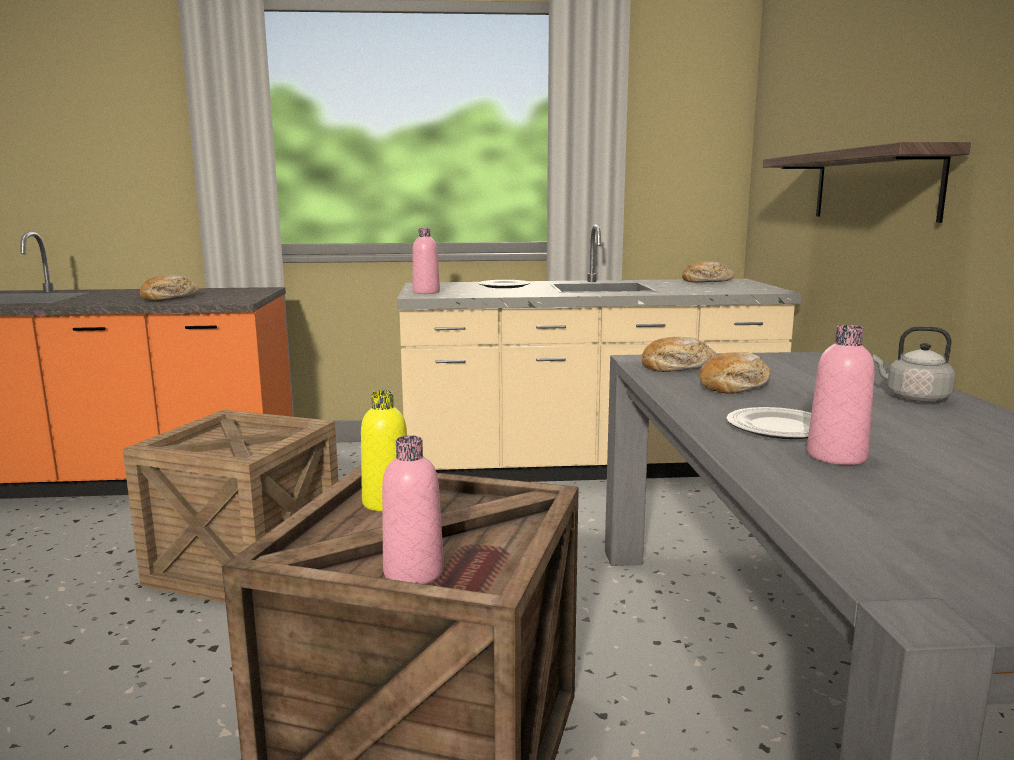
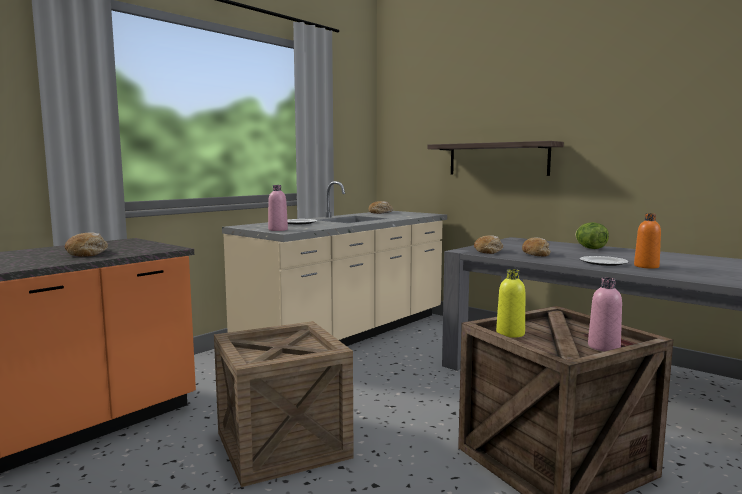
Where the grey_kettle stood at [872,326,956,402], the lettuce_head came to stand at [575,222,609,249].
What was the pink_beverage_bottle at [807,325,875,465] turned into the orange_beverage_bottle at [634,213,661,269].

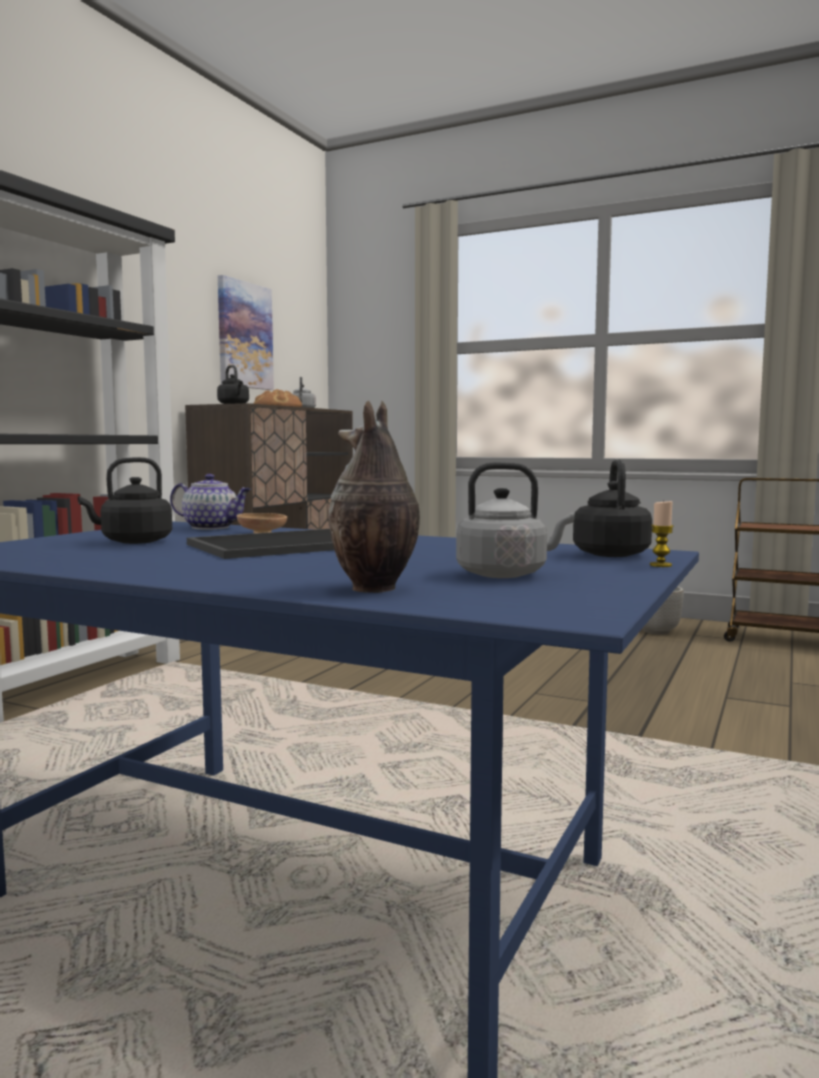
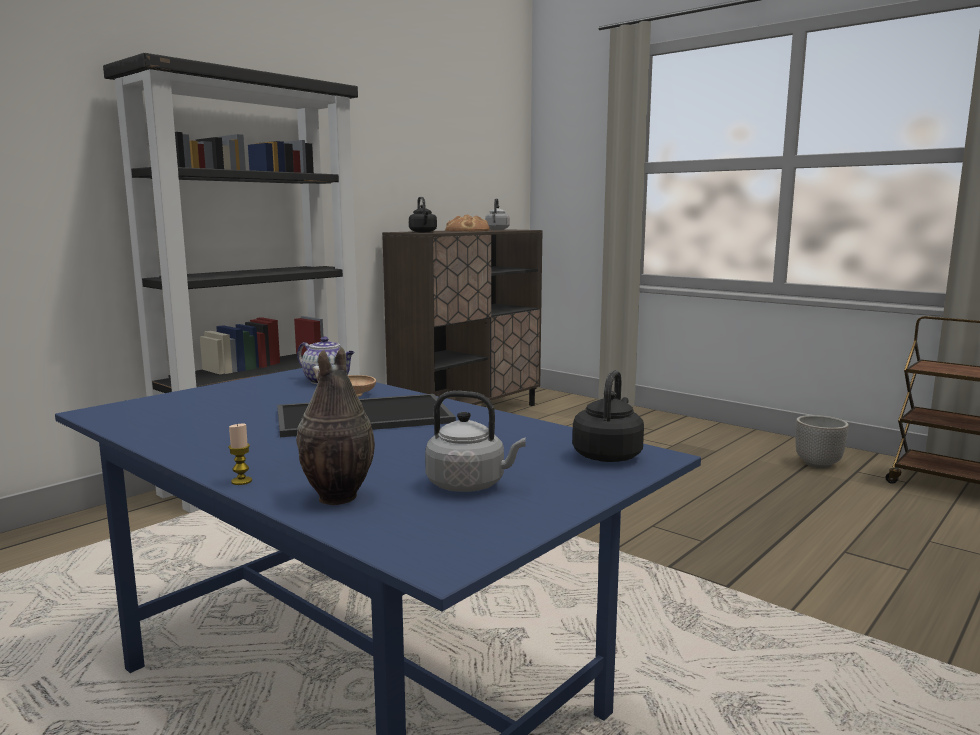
The second view lost the blackish_kettle at [78,457,172,544].
The second view lost the wall_art at [218,275,274,390].
The candle ended up elsewhere, having gone from [650,500,674,567] to [228,423,252,485].

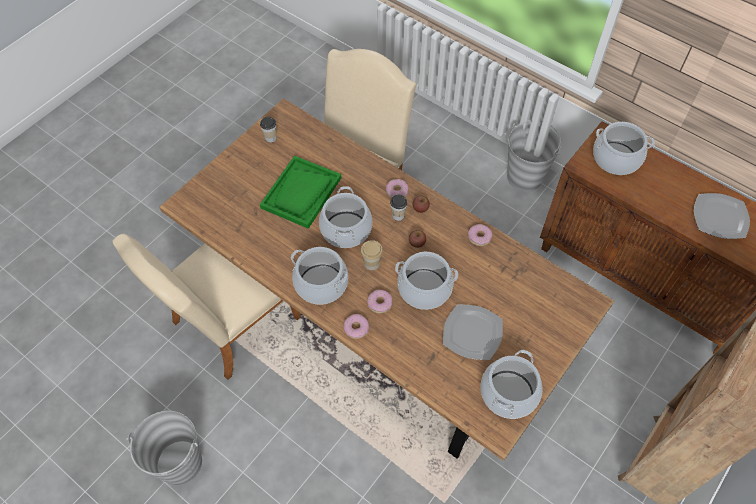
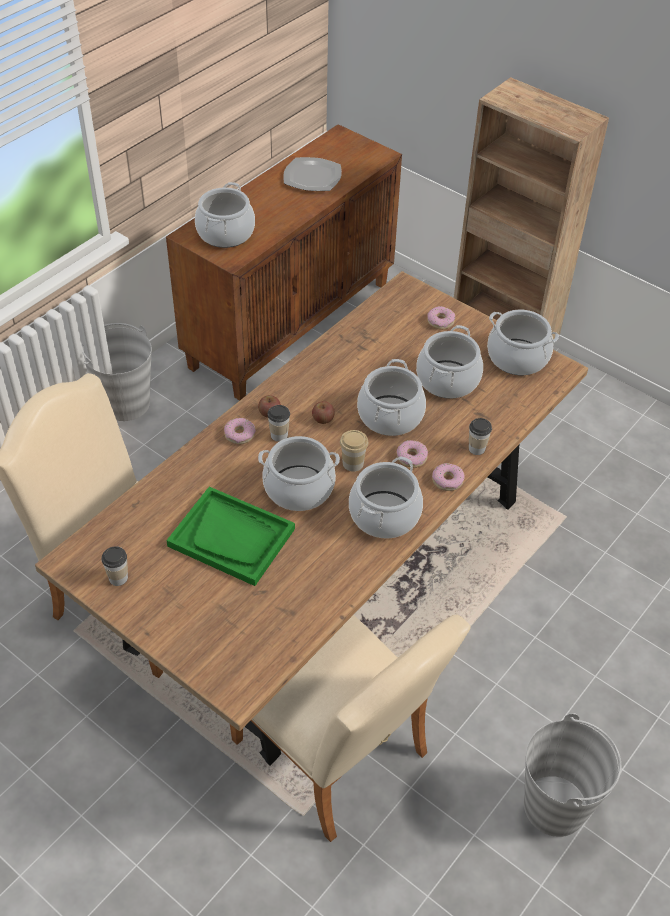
The second view gained the cup at [469,418,492,455].
The ring_doughnut ended up elsewhere, having gone from [468,224,492,246] to [427,306,455,330].
Where the dinner_plate stood at [443,304,503,360], the stockpot came to stand at [416,325,483,399].

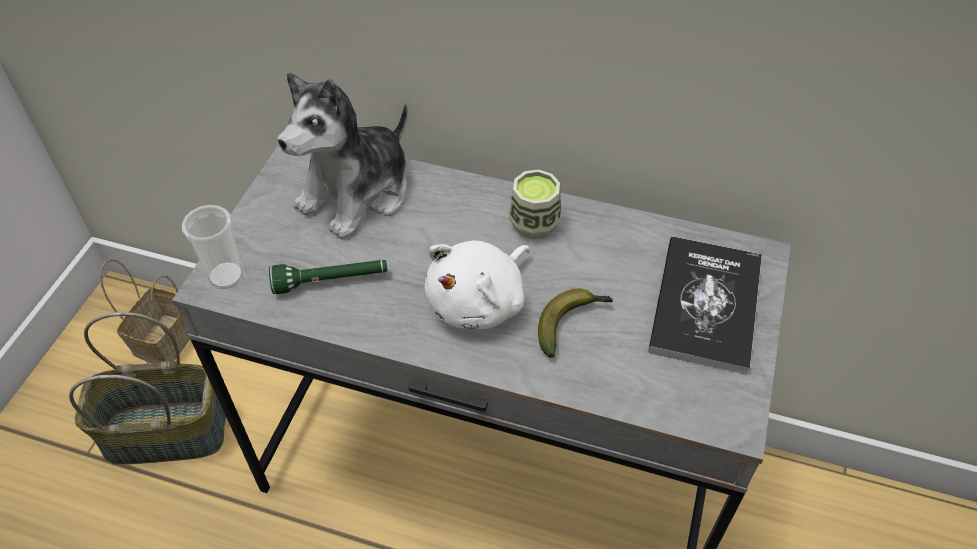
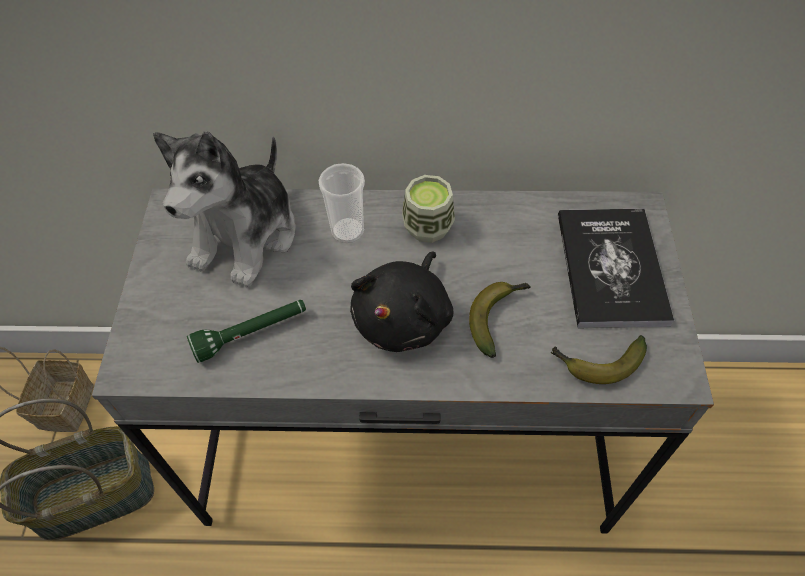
The second view gained the banana_fruit at [550,335,647,384].
The cup ended up elsewhere, having gone from [182,205,244,289] to [318,163,365,243].
What was the white_plush_toy at [425,240,530,329] turned into the blackish_plush_toy at [350,252,453,352].

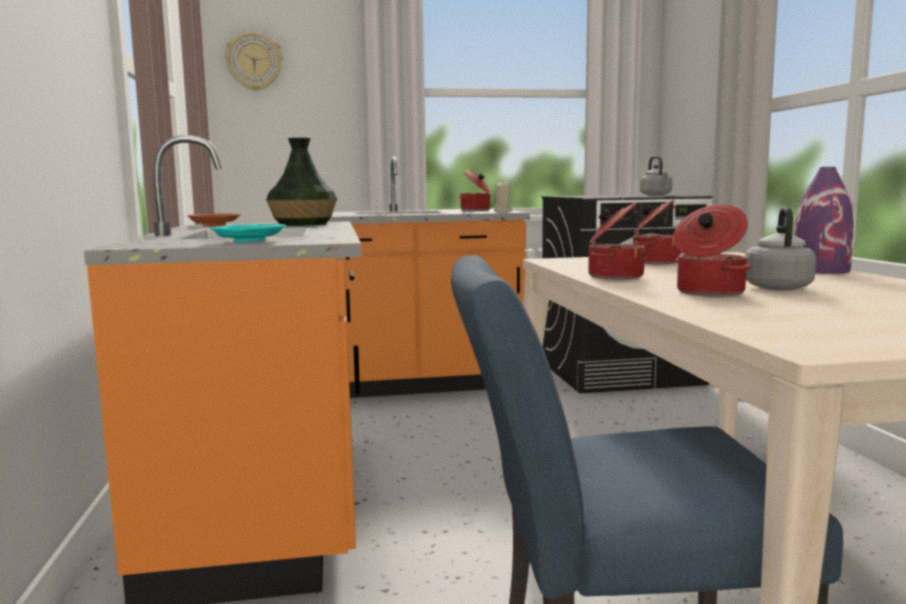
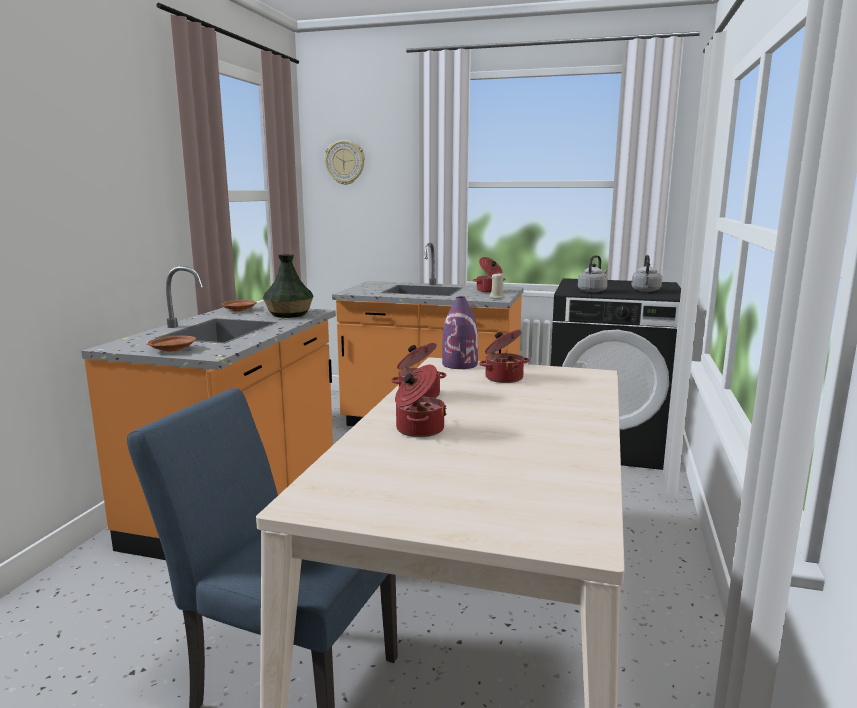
The grey_kettle ended up elsewhere, having gone from [745,207,816,290] to [578,255,608,292].
The purplish_decorative_vase ended up elsewhere, having gone from [793,167,854,274] to [442,297,478,369].
What was the blue-green_dinner_plate at [211,224,286,242] turned into the brown-coloured_dinner_plate at [147,335,196,351].

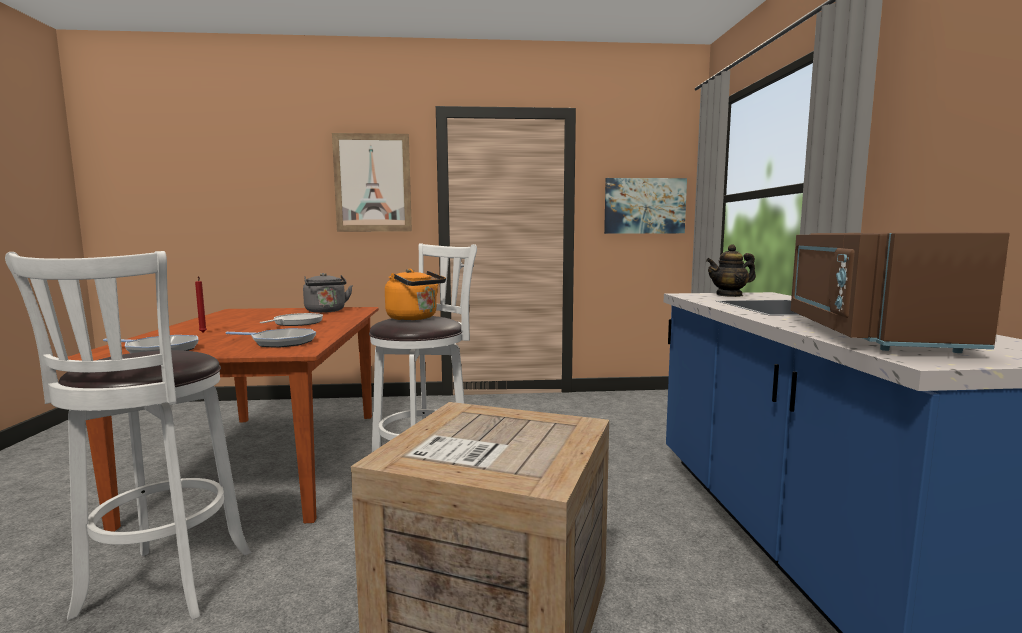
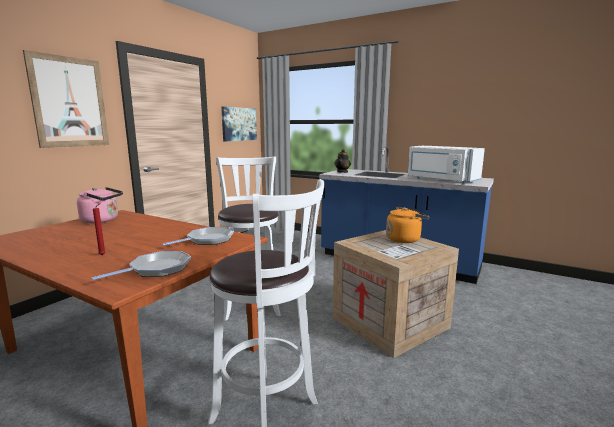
The second view lost the skillet at [260,313,323,326].
The orange_kettle ended up elsewhere, having gone from [385,269,446,320] to [386,207,430,243].
What was the grey_kettle at [303,273,353,313] turned into the pink_kettle at [77,187,123,223].
What was the brown-coloured_kitchen_microwave at [791,232,1010,353] turned into the white_kitchen_microwave at [408,146,485,184].

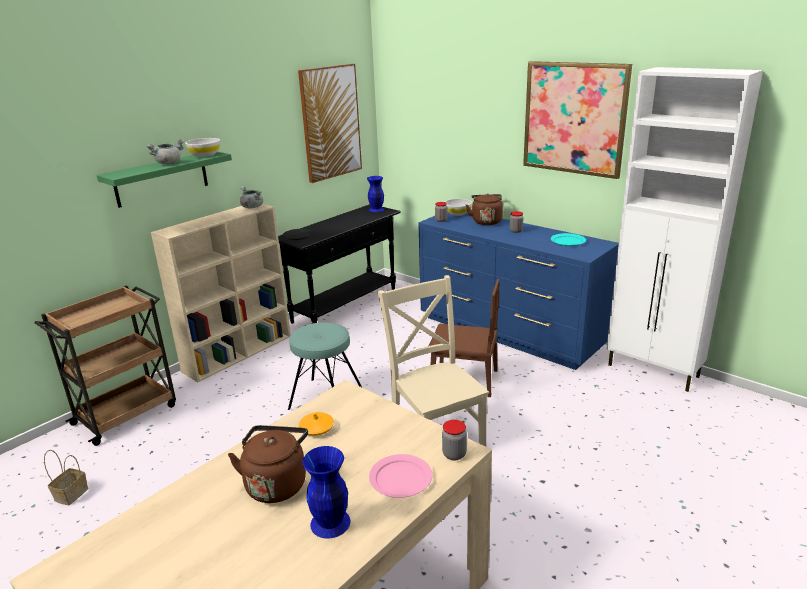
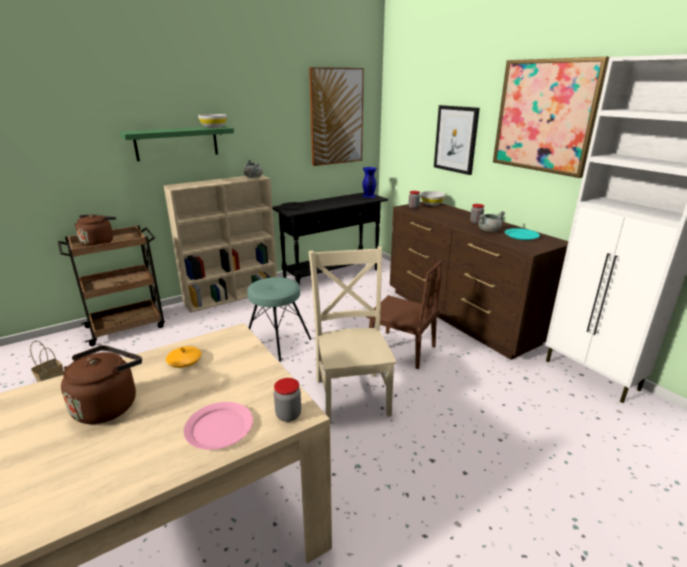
The second view lost the blue_decorative_vase at [302,446,350,539].
The second view gained the wall_art at [434,105,480,175].
The grey_stockpot ended up elsewhere, having gone from [146,139,184,164] to [478,211,505,232].
The brown-coloured_kettle ended up elsewhere, having gone from [466,193,503,225] to [74,214,116,246].
What was the blue_chest_of_drawers at [418,212,619,370] turned into the brown-coloured_chest_of_drawers at [390,202,568,360].

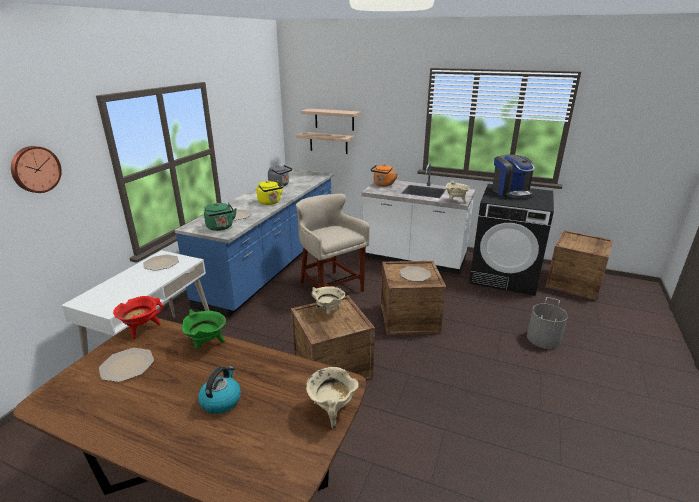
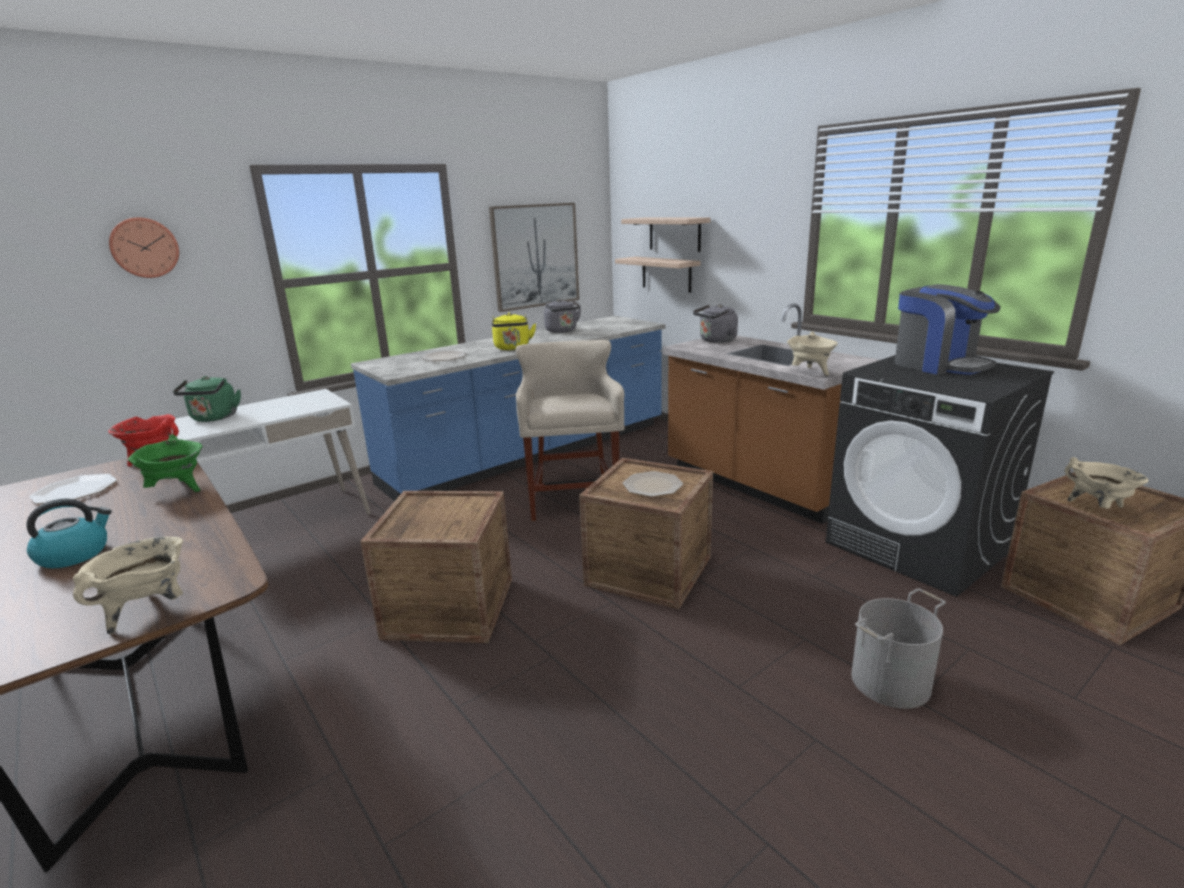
The second view lost the dinner_plate at [143,254,179,271].
The second view gained the wall_art at [489,203,579,312].
The greenish_kettle ended up elsewhere, having gone from [204,203,237,231] to [173,376,241,422].
The sand-coloured_stockpot ended up elsewhere, having gone from [311,286,345,314] to [1065,457,1148,509].
What was the white_counter at [361,163,476,274] turned into the brown-coloured_counter at [663,303,880,524].
What was the orange_kettle at [370,164,398,186] turned into the grey_kettle at [693,304,738,343].
The coffee_brewer at [492,155,535,199] ended up facing another way, 45 degrees counterclockwise from before.

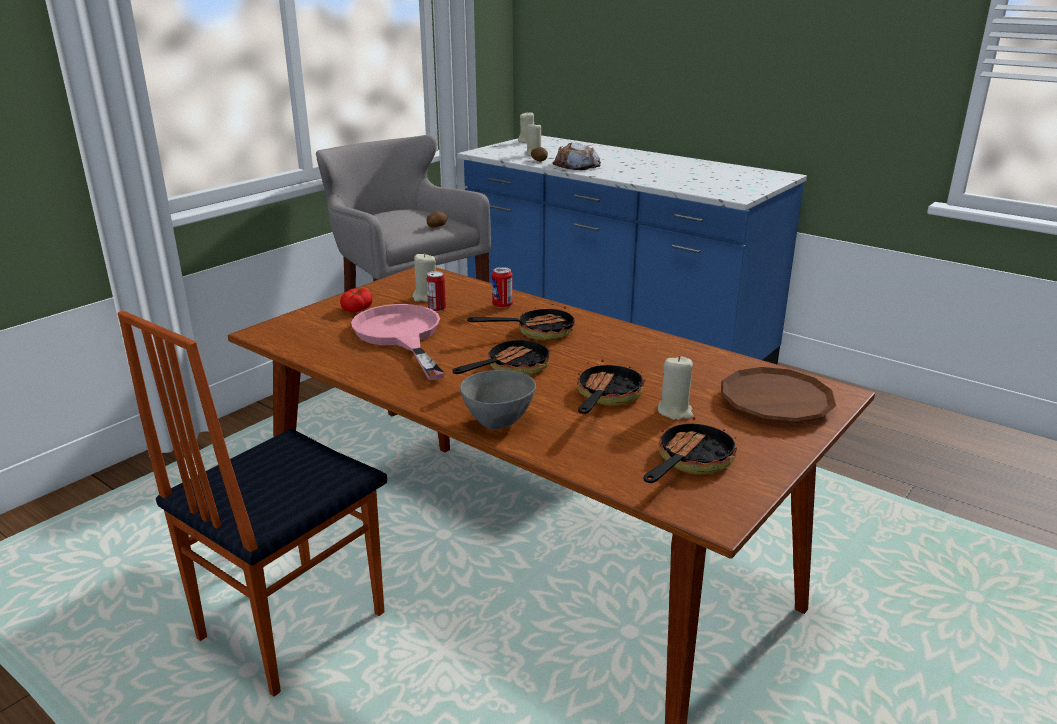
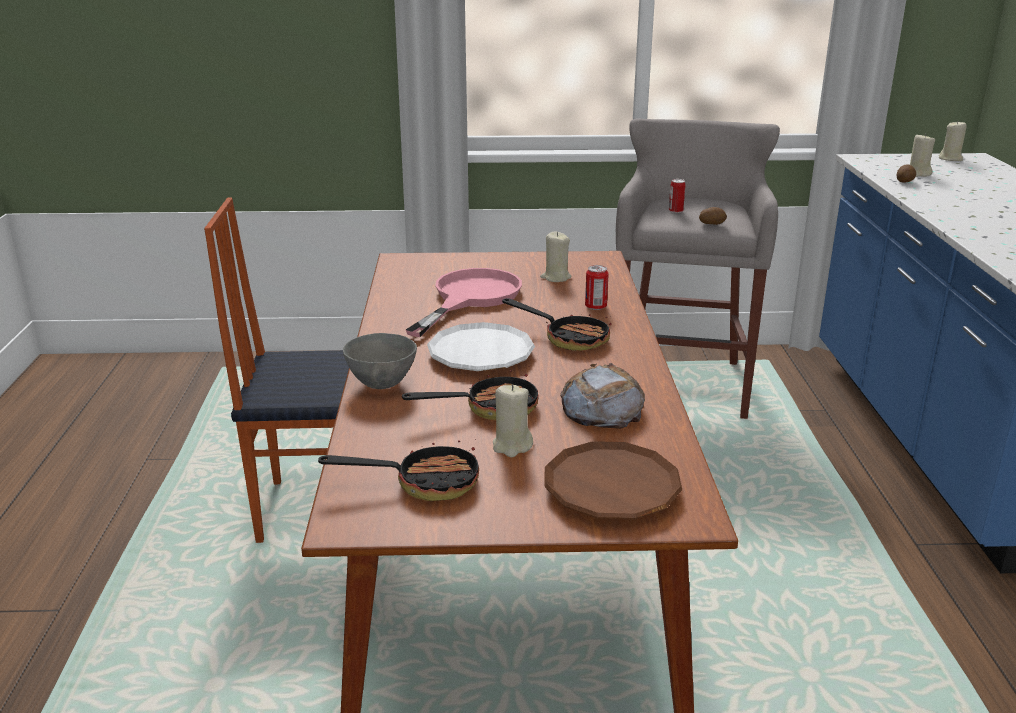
The second view lost the fresh_tomato at [340,288,372,313].
The sealed_can ended up elsewhere, having gone from [427,271,446,312] to [669,179,685,213].
The bakery_bread ended up elsewhere, having gone from [553,143,601,170] to [560,363,645,429].
Where the skillet stood at [452,335,550,376], the white_dinner_plate came to stand at [427,322,535,371].

